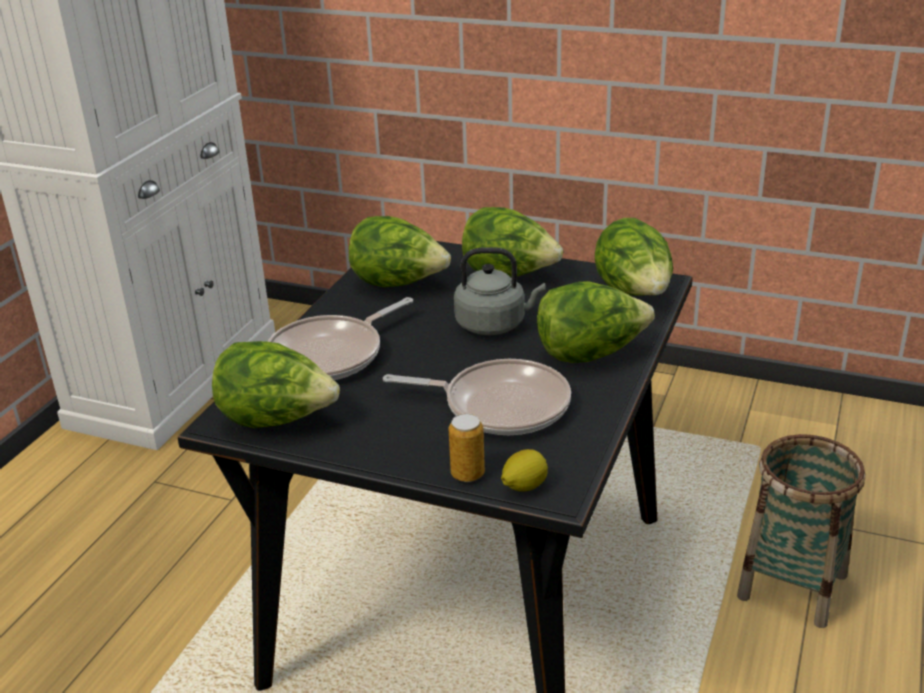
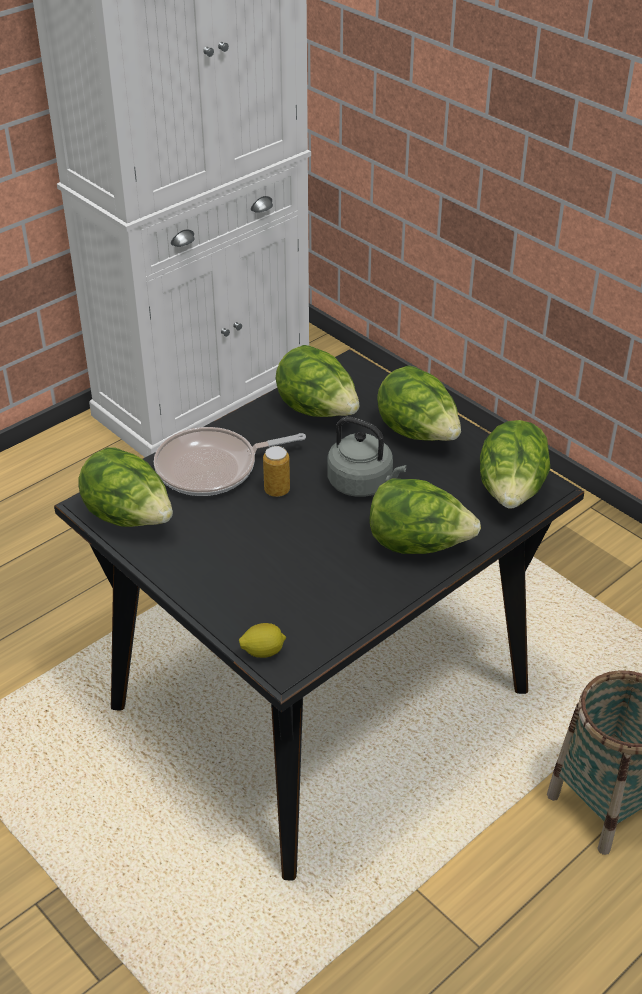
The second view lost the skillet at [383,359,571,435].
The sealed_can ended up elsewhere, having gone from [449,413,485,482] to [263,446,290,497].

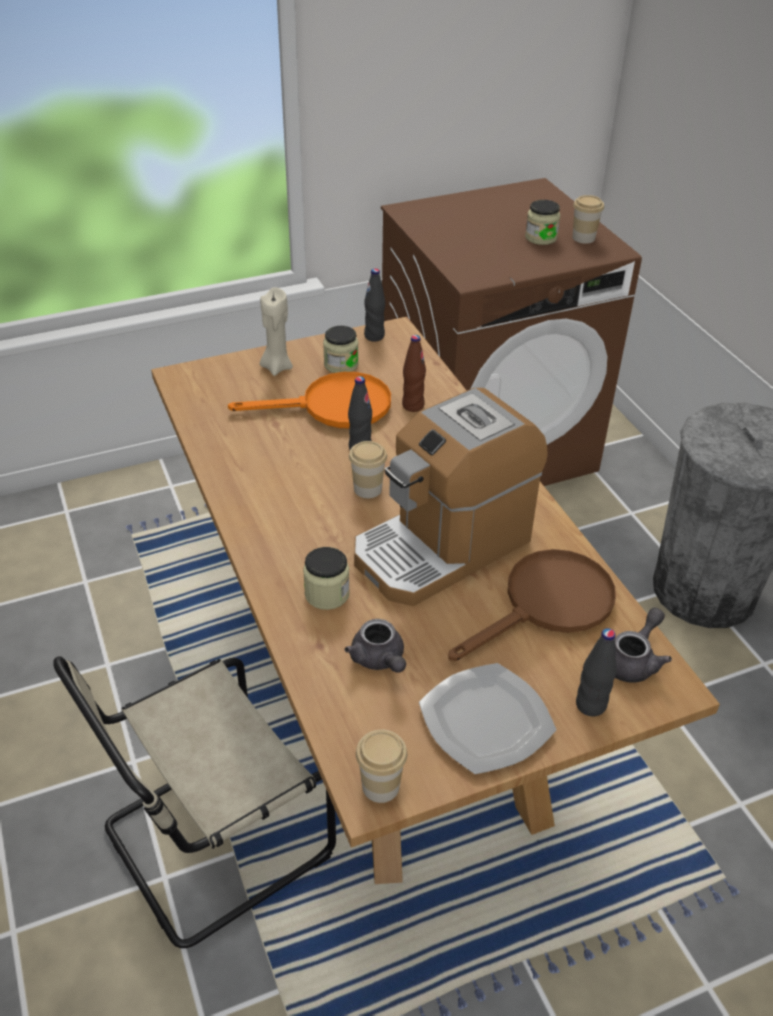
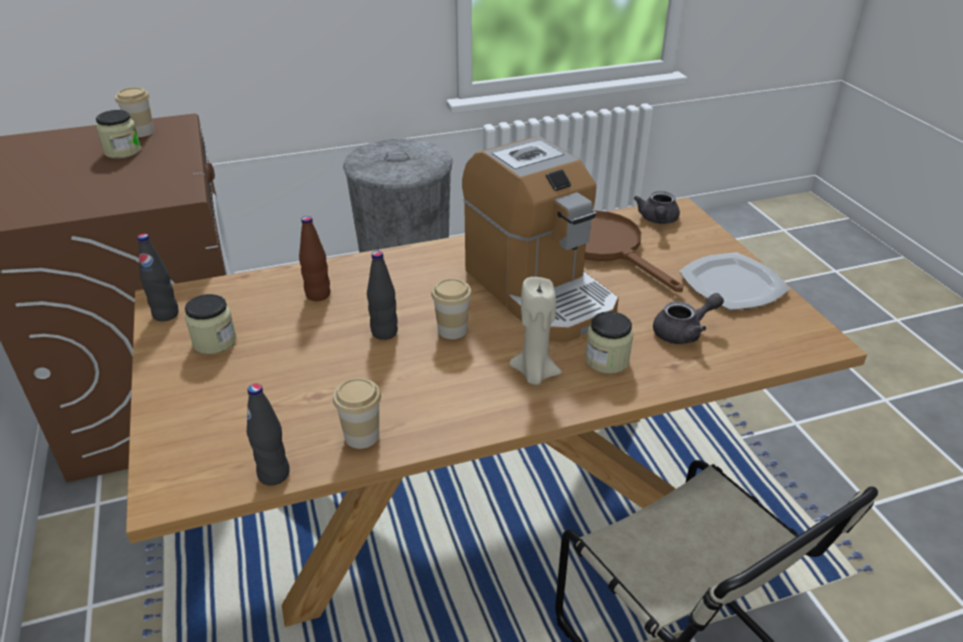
The second view lost the orange_skillet at [228,372,391,428].
The sand-coloured_candle ended up elsewhere, having gone from [260,287,293,376] to [509,277,562,385].
The cup ended up elsewhere, having gone from [356,730,407,803] to [333,378,381,449].
The blackish_beverage_bottle ended up elsewhere, having gone from [576,628,617,716] to [247,384,290,486].
The grey_pot_for_tea at [614,608,672,683] ended up facing another way, 120 degrees counterclockwise from before.

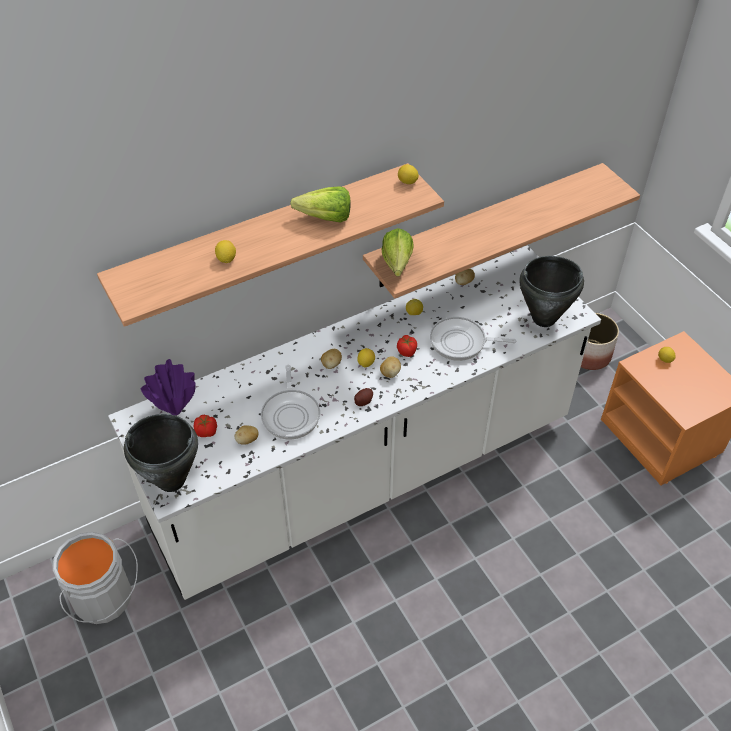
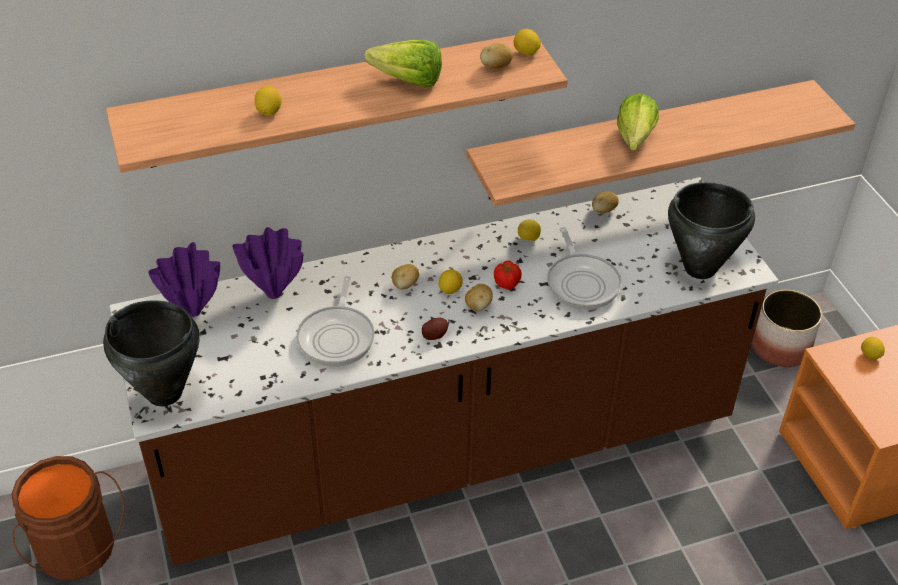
The second view lost the fresh_tomato at [194,415,217,437].
The second view gained the purplish_decorative_vase at [232,227,303,299].
The whole_potato ended up elsewhere, having gone from [234,425,259,445] to [480,43,513,69].
The lettuce_head ended up elsewhere, having gone from [382,228,414,276] to [617,93,659,151].
What was the grey_pail at [53,532,138,624] turned into the brown-coloured_pail at [11,456,125,580].
What was the white_counter at [108,245,601,600] turned into the brown-coloured_counter at [109,177,778,566].
The skillet at [430,317,516,361] ended up facing another way, 120 degrees counterclockwise from before.

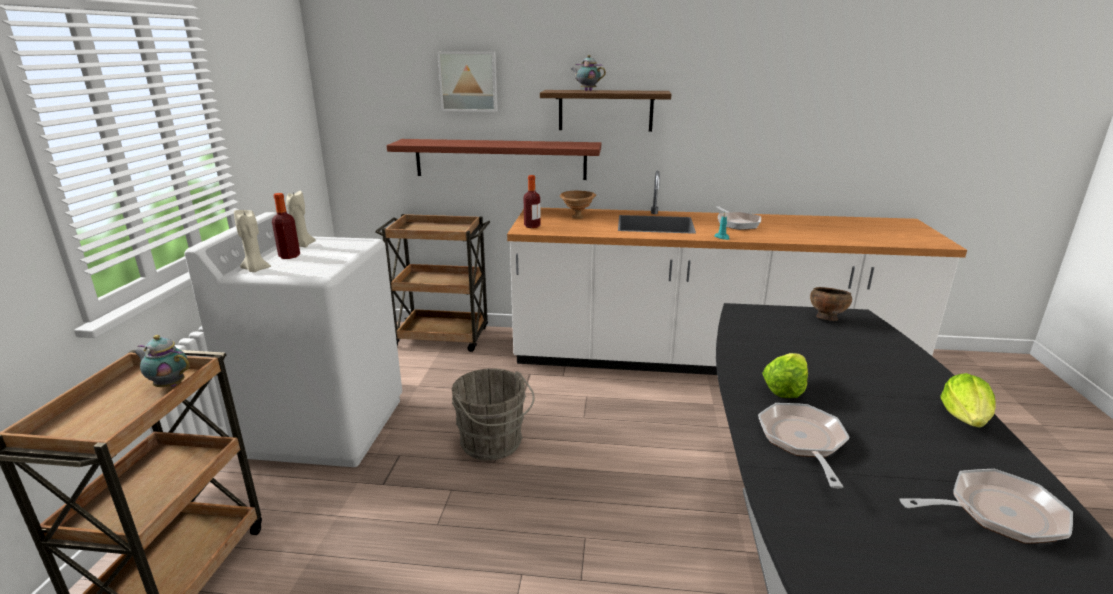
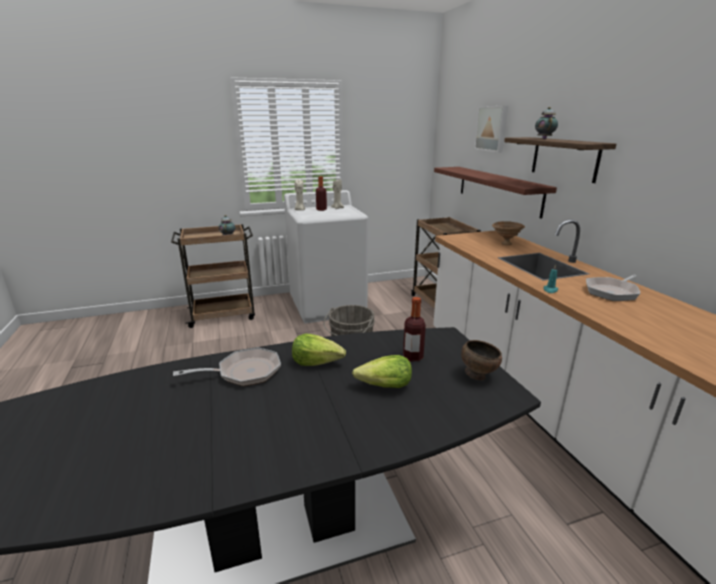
The second view lost the skillet at [899,469,1073,544].
The beverage_bottle ended up elsewhere, having gone from [523,175,541,228] to [403,297,426,361].
The lettuce_head ended up elsewhere, having gone from [940,373,996,428] to [352,355,412,388].

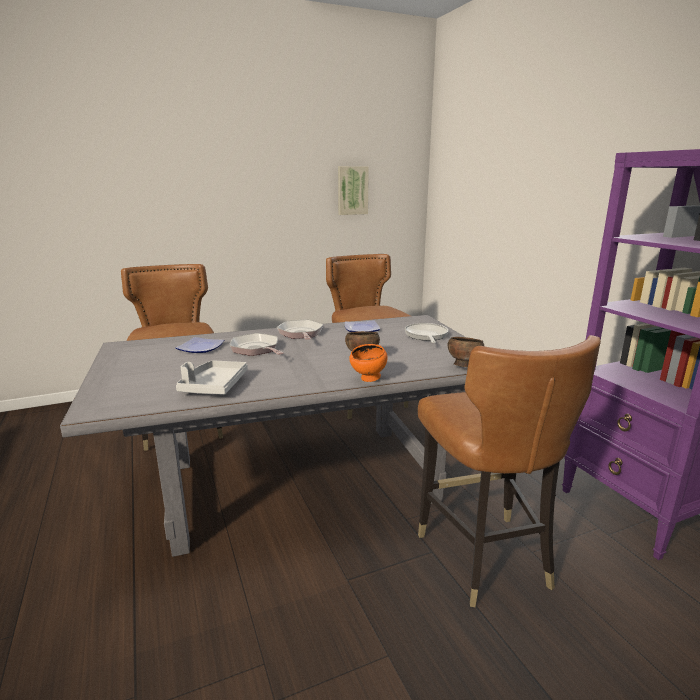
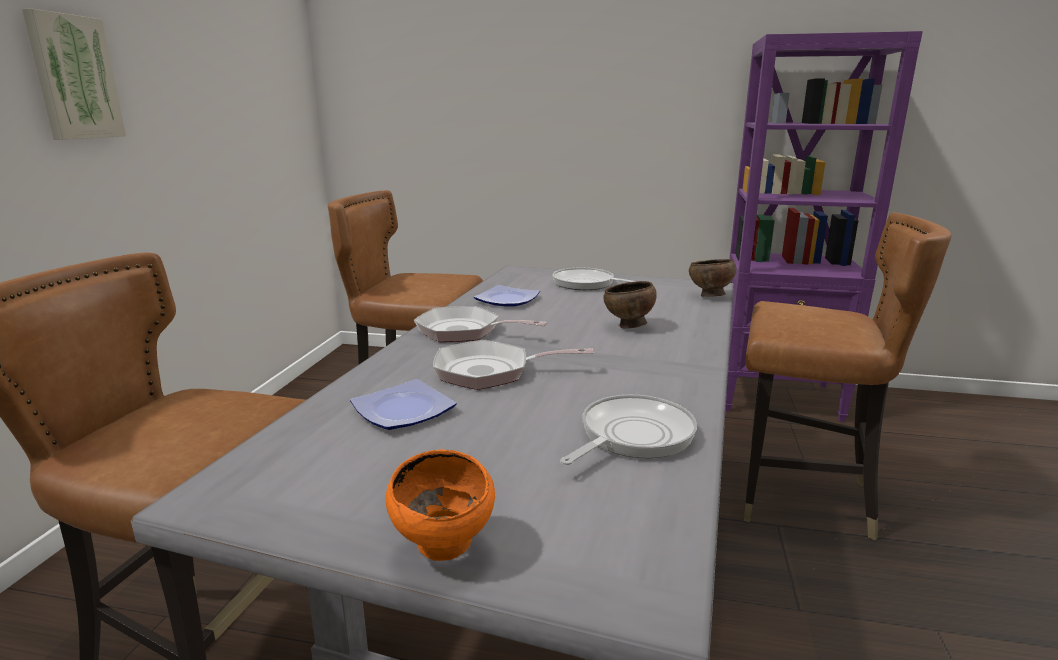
The wall_art ended up elsewhere, having gone from [338,166,369,215] to [22,9,126,140].
The orange_serving_bowl ended up elsewhere, having gone from [349,344,387,382] to [386,449,495,561].
Where the grey_tray stood at [176,360,248,394], the skillet came to stand at [560,395,697,465].

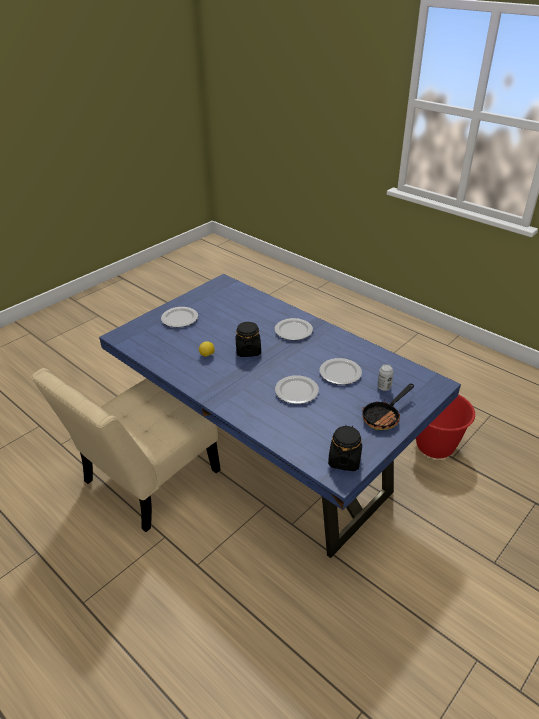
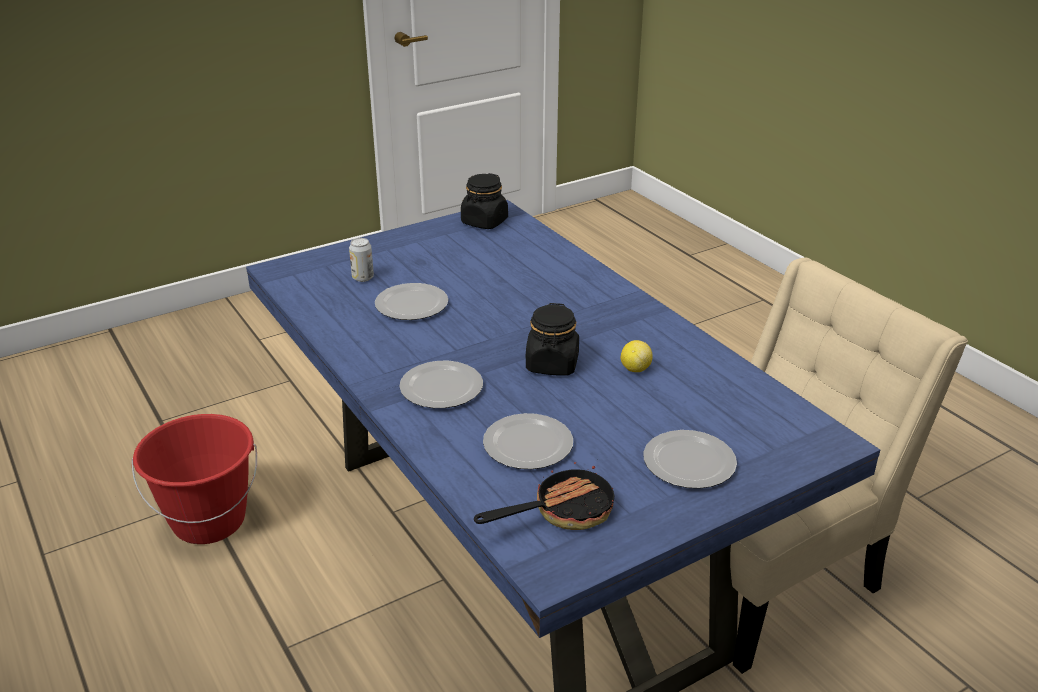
The dinner_plate ended up elsewhere, having gone from [275,375,319,404] to [483,413,573,469].
The skillet ended up elsewhere, having gone from [362,384,414,430] to [474,459,614,530].

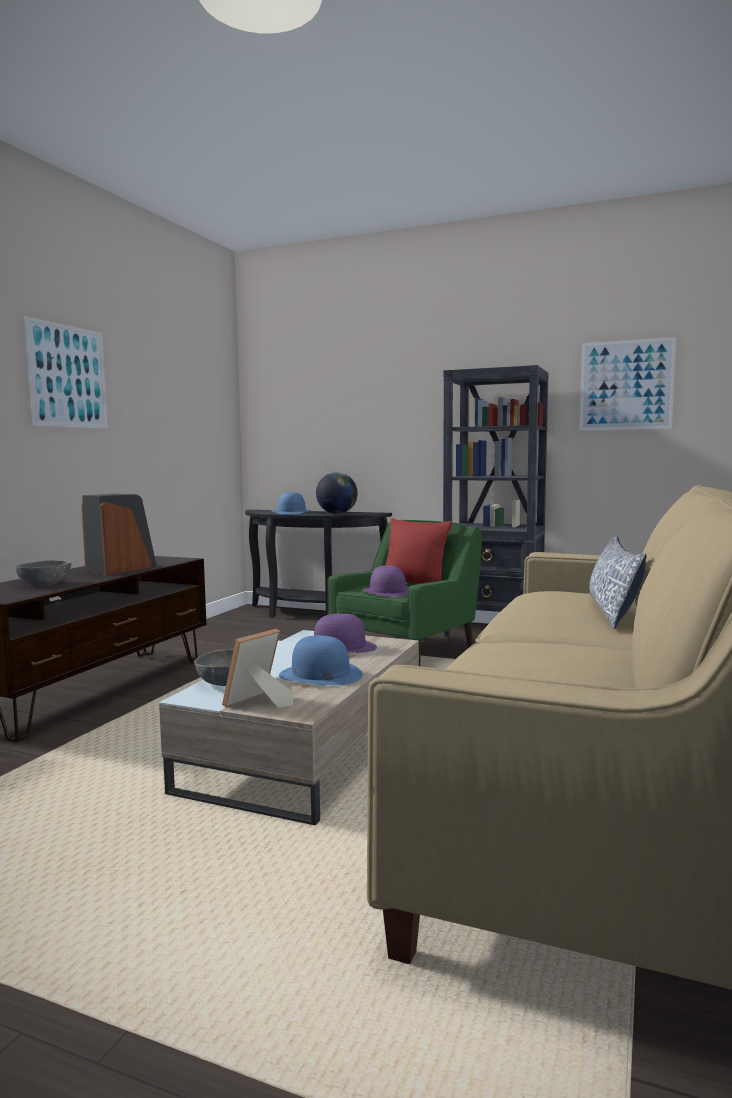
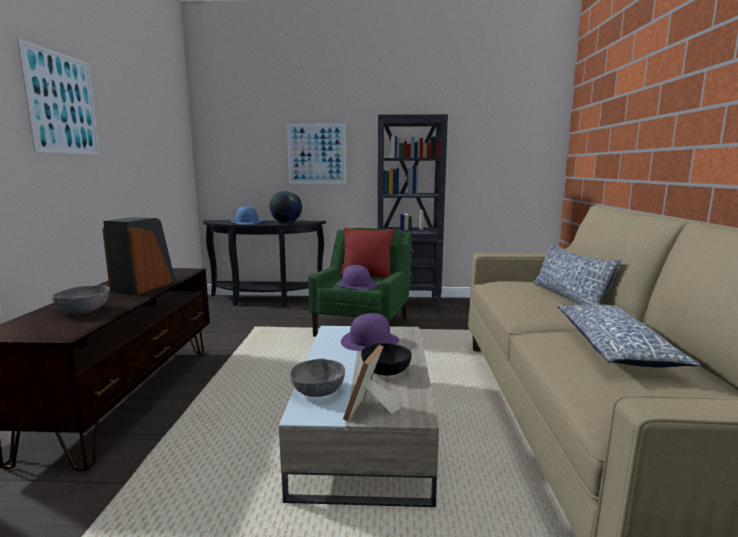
The second view gained the cushion at [557,304,700,367].
The wall_art ended up elsewhere, having gone from [579,337,676,431] to [287,124,346,183].
Where the blue_wearable_hat stood at [279,635,363,685], the blackish_serving_bowl came to stand at [361,343,412,376].

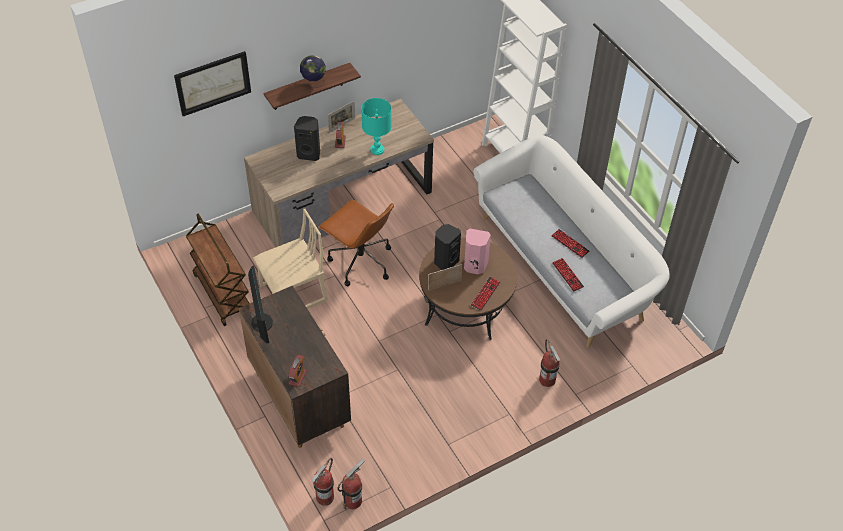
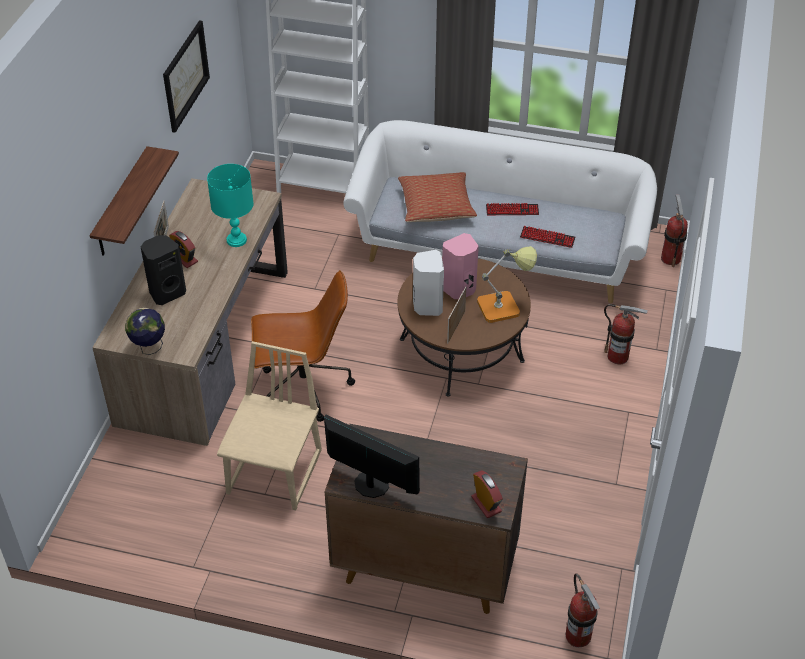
The second view lost the brown-coloured_cart at [186,214,250,326].
The second view gained the cushion at [398,172,477,222].
The wall_art ended up elsewhere, having gone from [174,51,251,116] to [163,20,210,133].
The globe ended up elsewhere, having gone from [300,55,326,88] to [125,308,165,355].
The fire_extinguisher ended up elsewhere, having gone from [337,459,365,509] to [661,194,688,267].
Where the keyboard stood at [471,277,500,311], the lamp_for_a_table came to stand at [477,246,537,323].
What was the blackish_audio_speaker at [434,224,461,270] turned into the white_audio_speaker at [413,250,444,316].

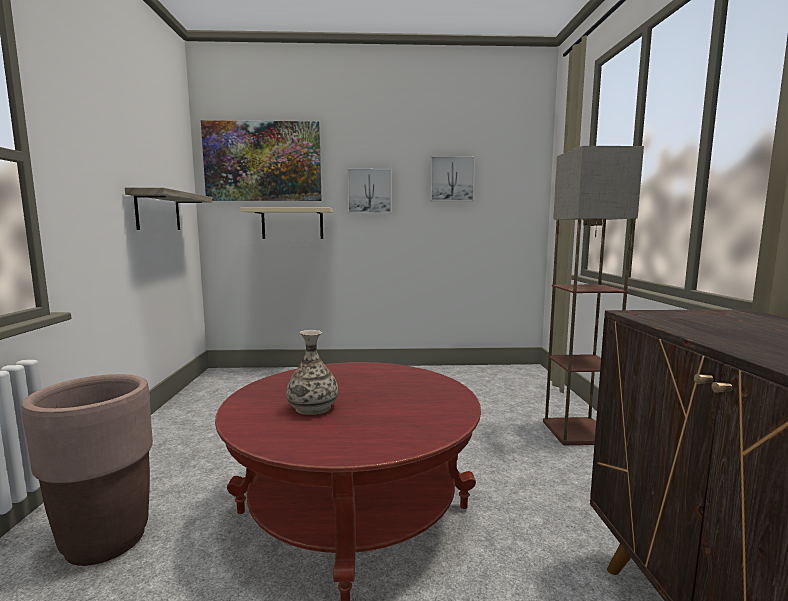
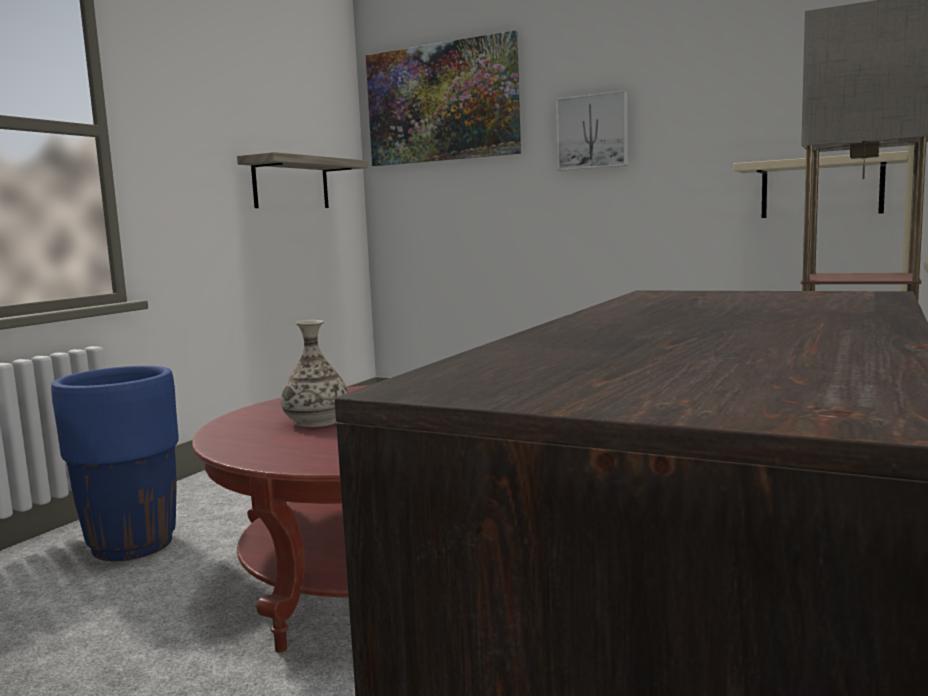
The second view lost the wall_art at [430,156,475,202].
The sand-coloured_shelf ended up elsewhere, having gone from [241,207,334,239] to [733,151,908,218].
What was the brown-coloured_planter at [22,374,153,566] turned into the blue_planter at [51,366,179,561].

